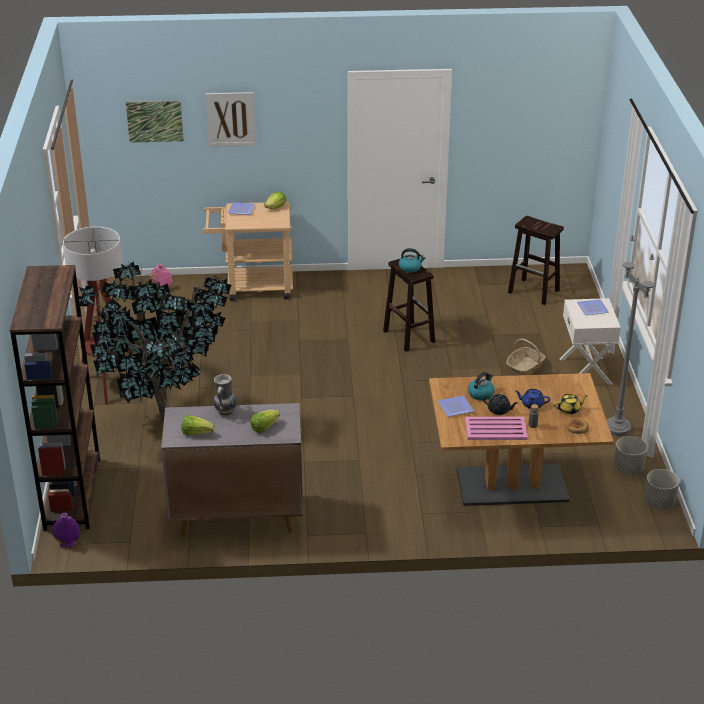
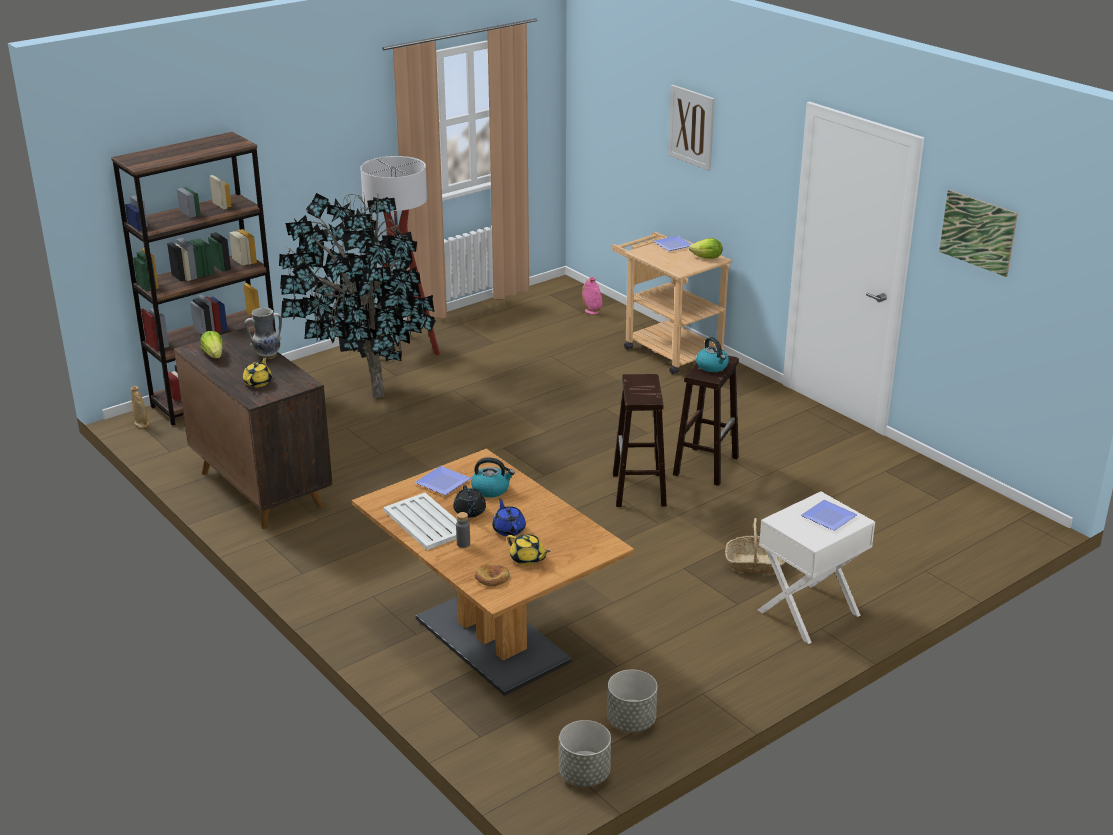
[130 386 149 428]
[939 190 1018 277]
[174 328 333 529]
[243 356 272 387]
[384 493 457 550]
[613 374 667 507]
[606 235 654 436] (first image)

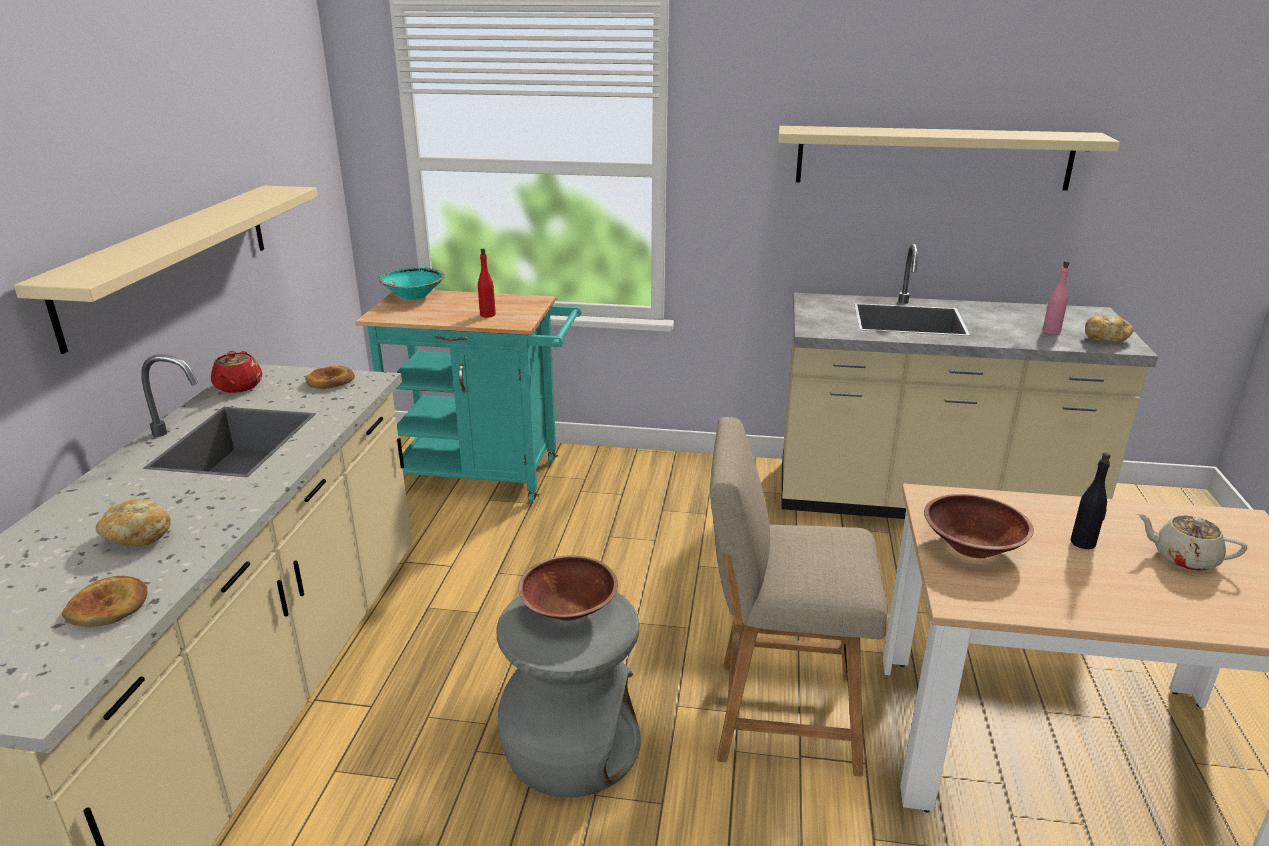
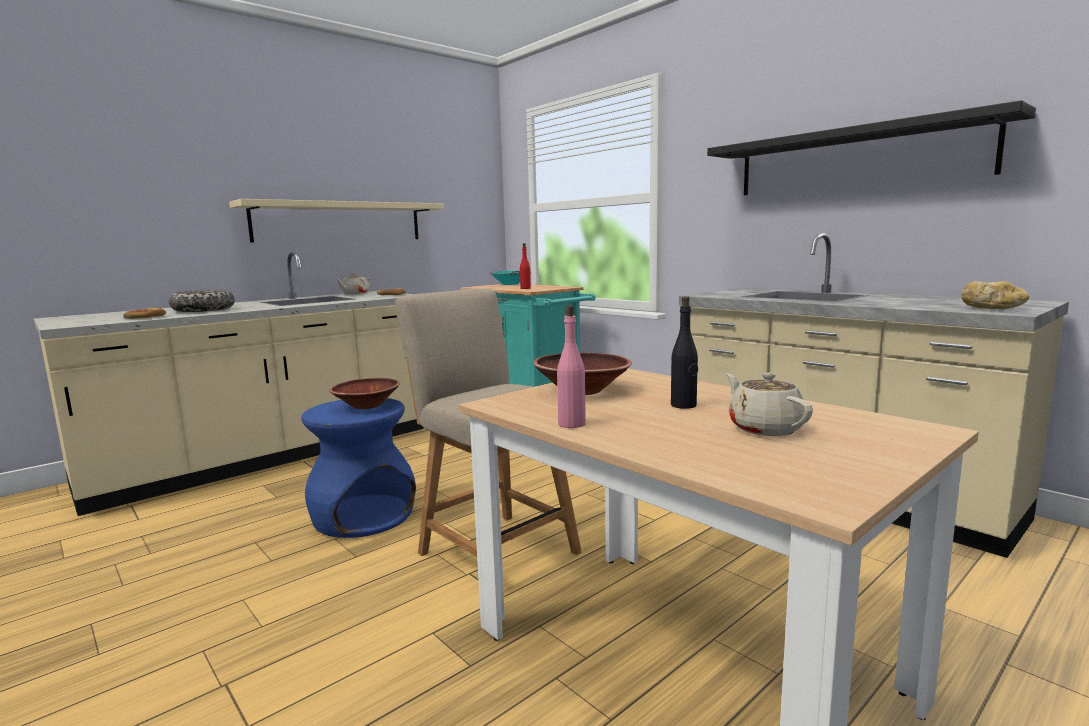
[169 290 235 312]
[336 273 371 294]
[301 398 416 538]
[707 100 1036 195]
[557 305 586 428]

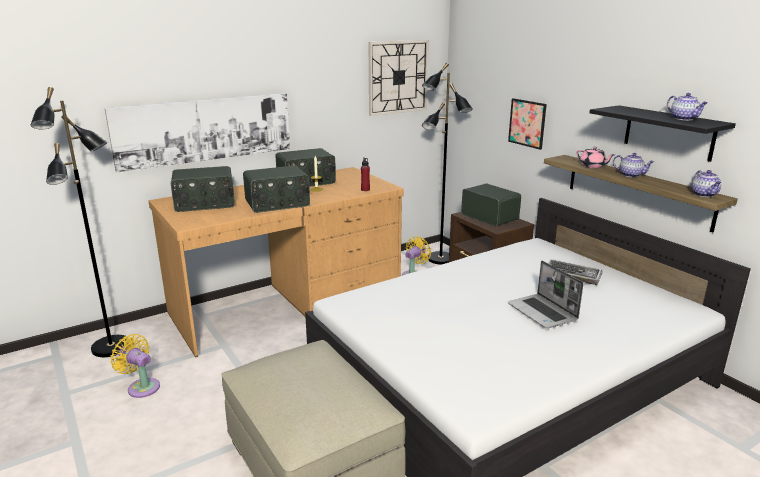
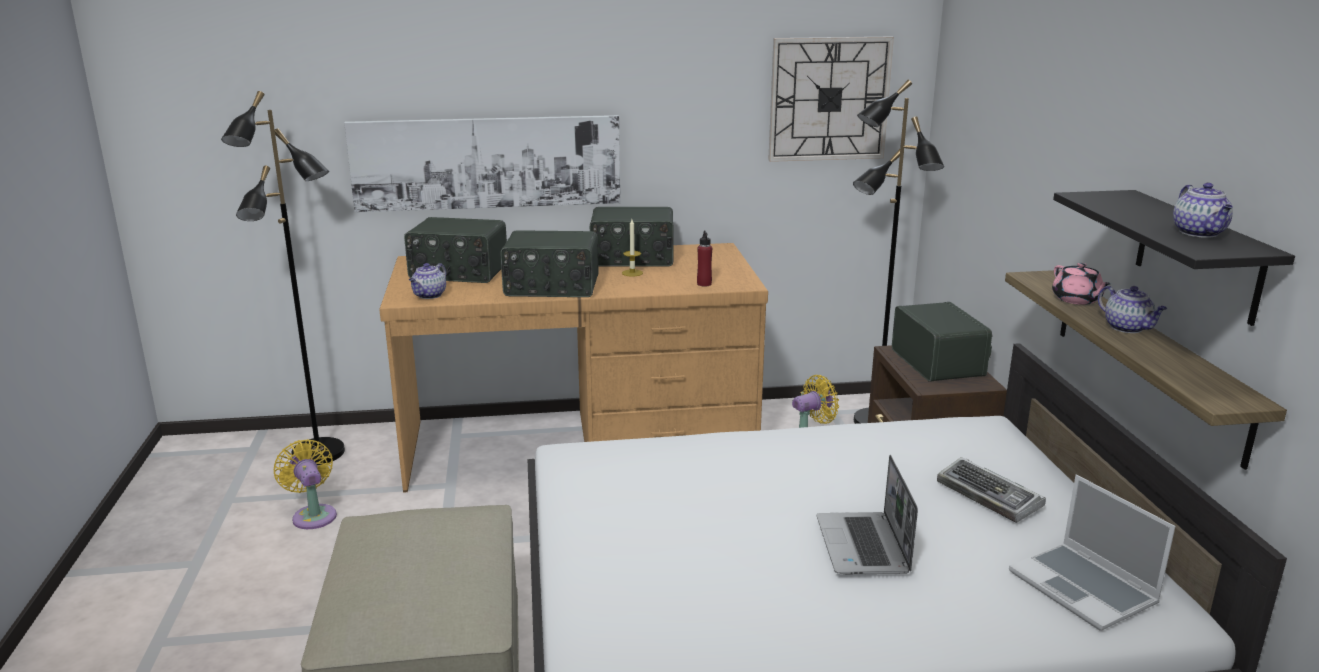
[508 98 547 150] (first image)
[409 263 446 299]
[1009 475 1176 631]

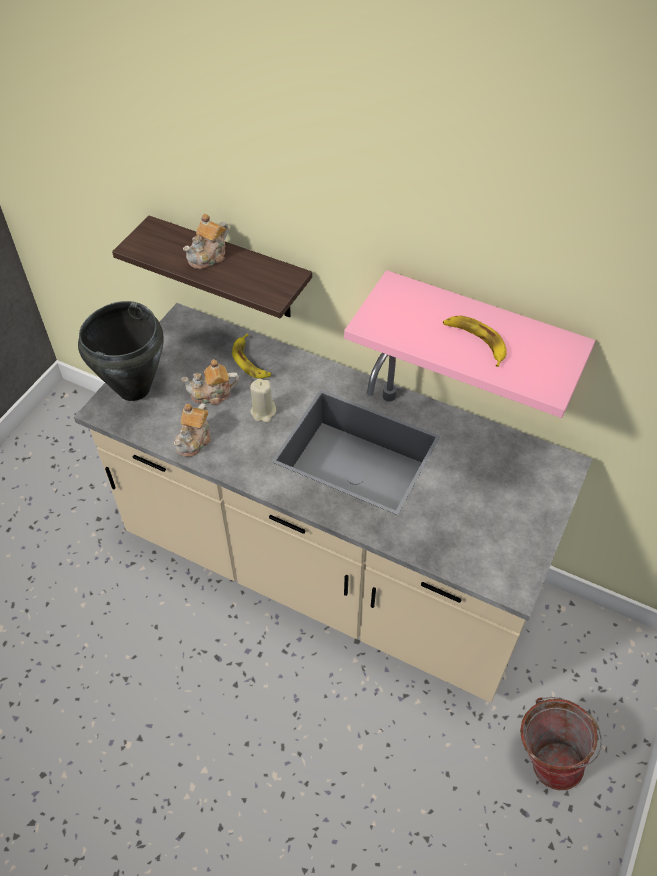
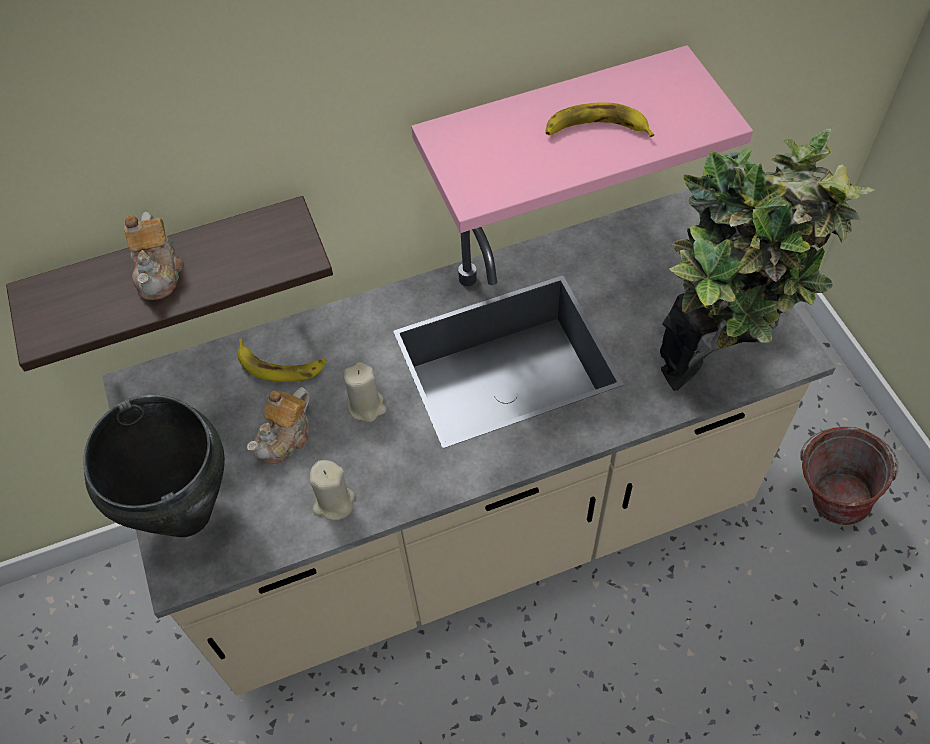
[310 460 355 520]
[660 129 874 391]

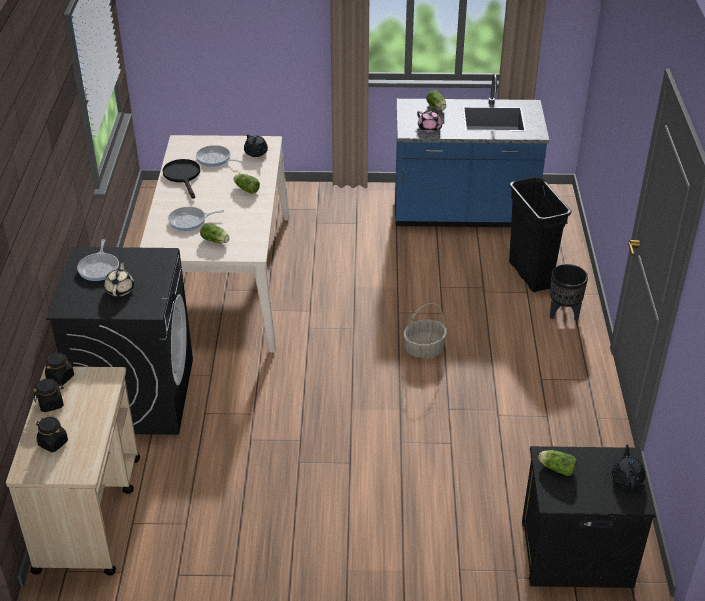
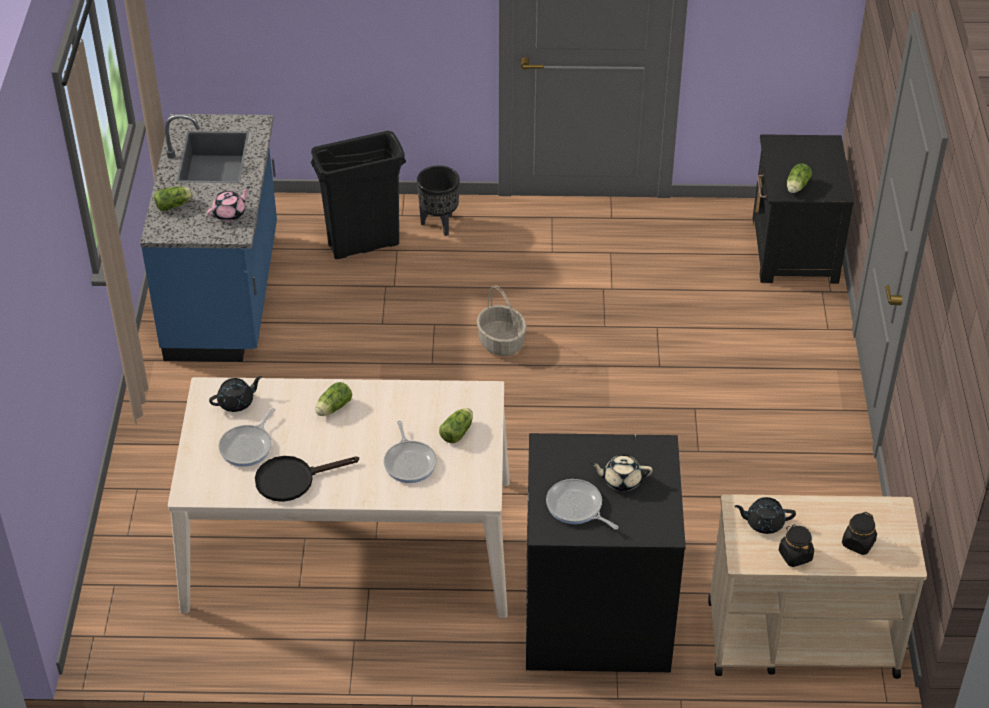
[45 352 74 386] (first image)
[546 479 619 530]
[735 497 796 534]

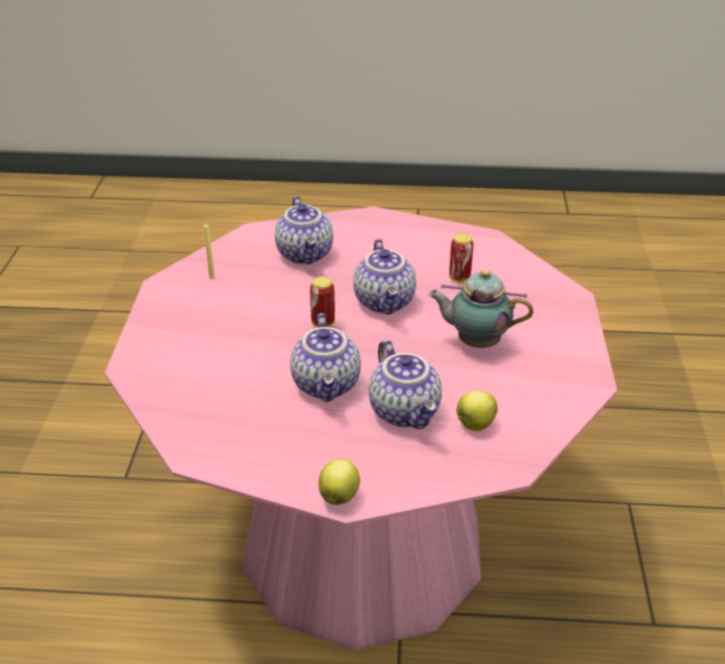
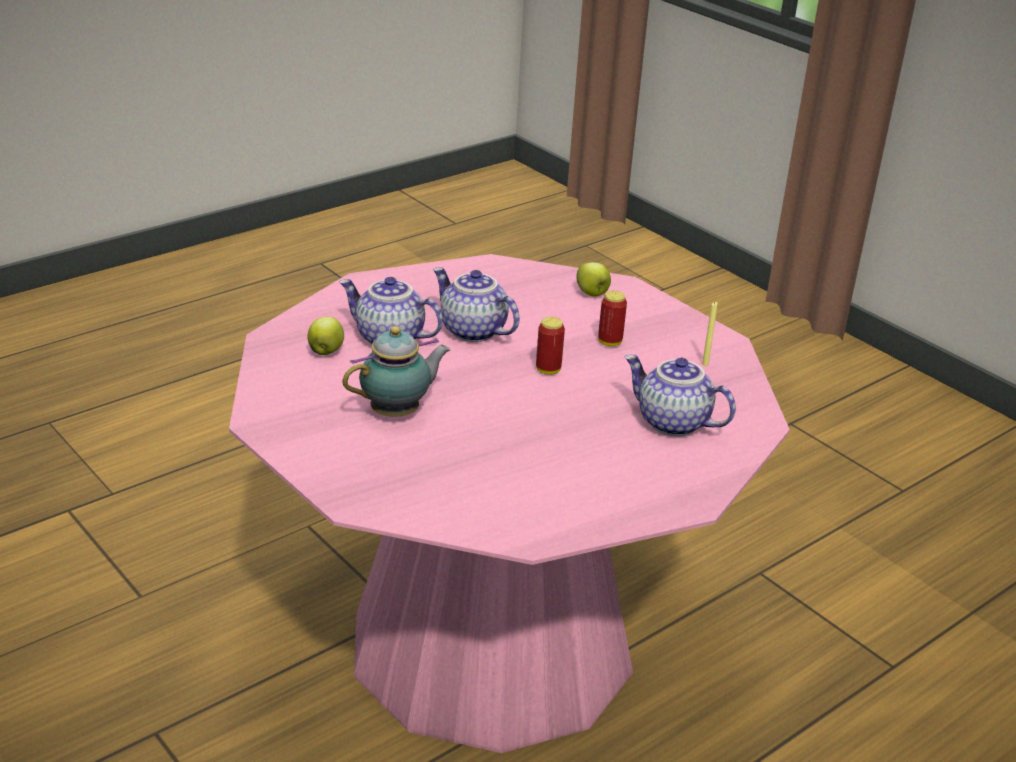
[576 262 611 297]
[353 239 416 314] (first image)
[598 291 627 346]

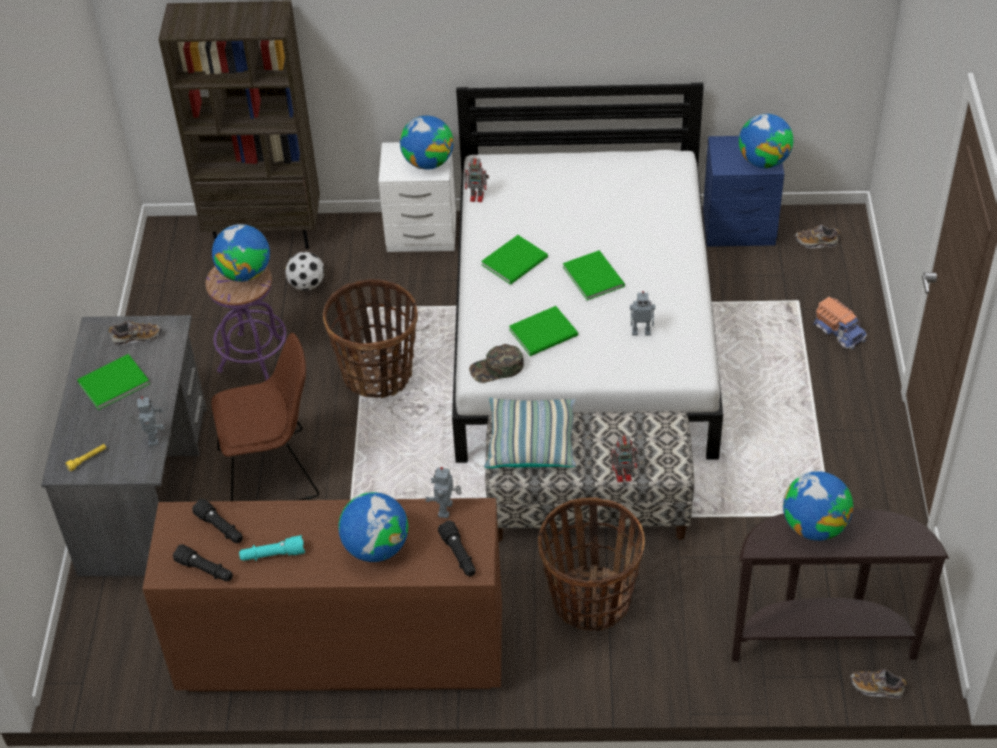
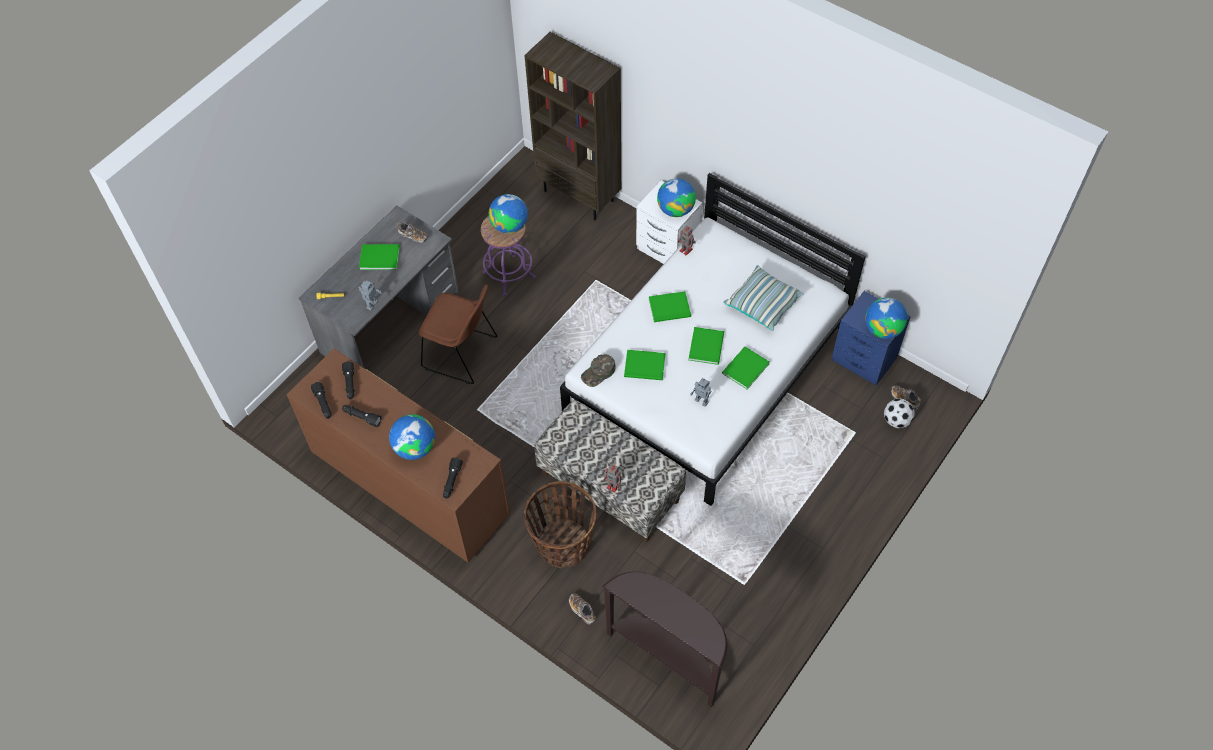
[342 405 382 427]
[884 399 915 428]
[323 279 418 398] (first image)
[425 467 462 518] (first image)
[581 354 616 387]
[723 265 804 331]
[783 471 853 541] (first image)
[813 297 867 350] (first image)
[569 593 596 625]
[722 347 769 390]

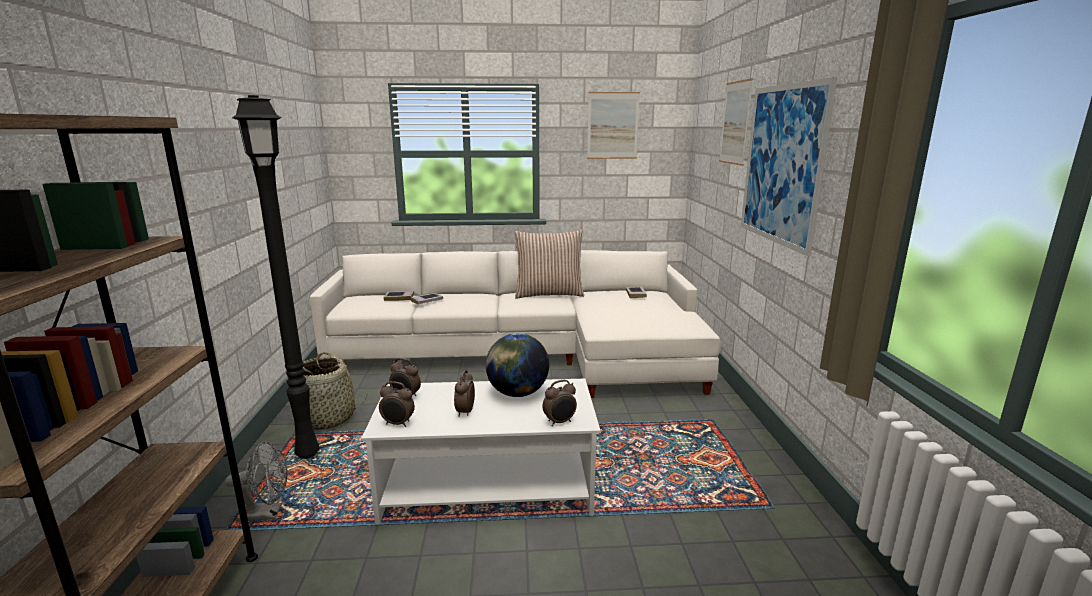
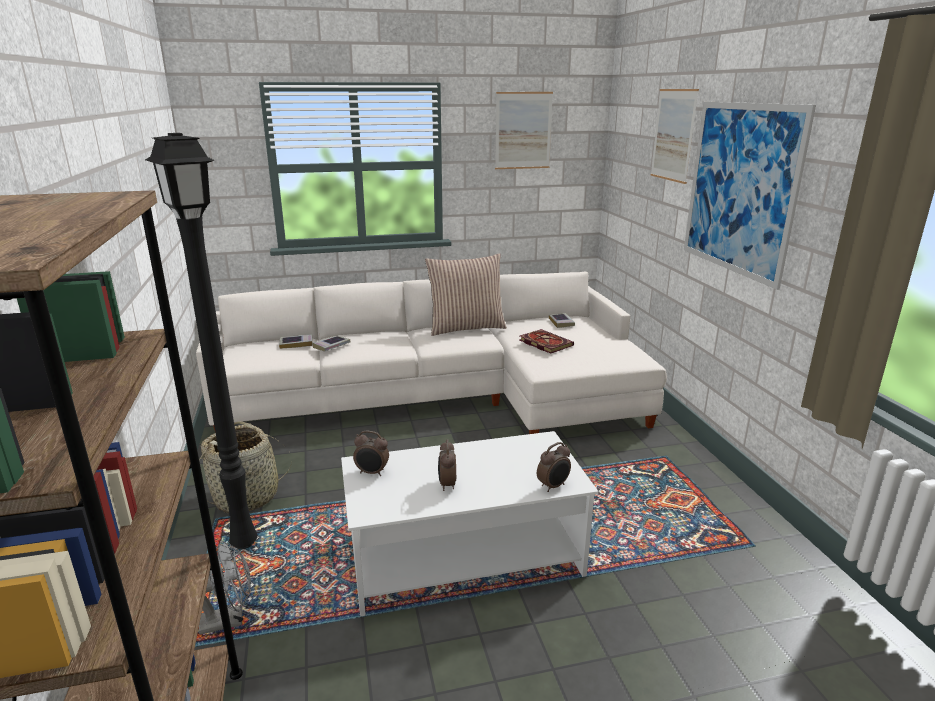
[379 381 415 427] (first image)
[486 333 549 397] (first image)
[519 329 574 354]

